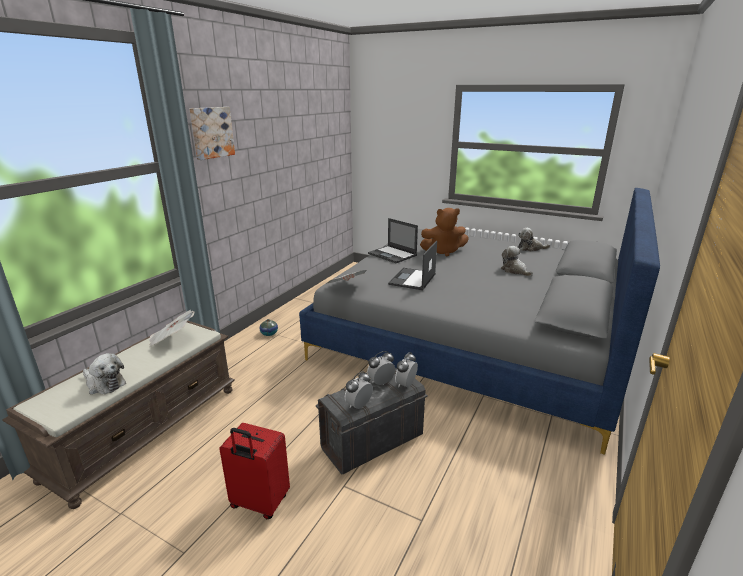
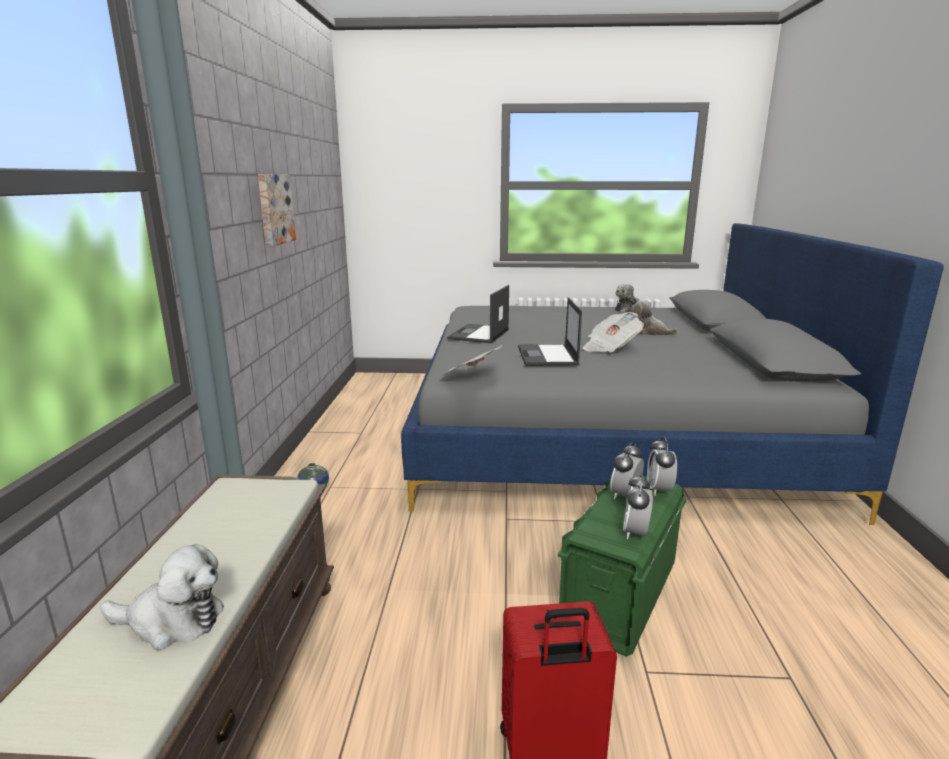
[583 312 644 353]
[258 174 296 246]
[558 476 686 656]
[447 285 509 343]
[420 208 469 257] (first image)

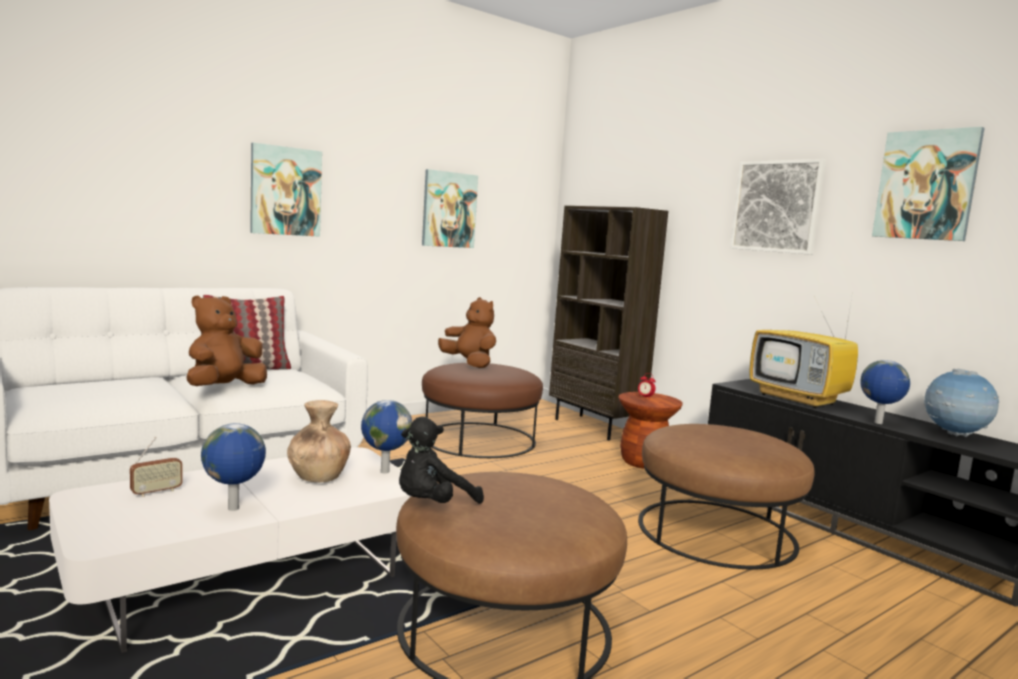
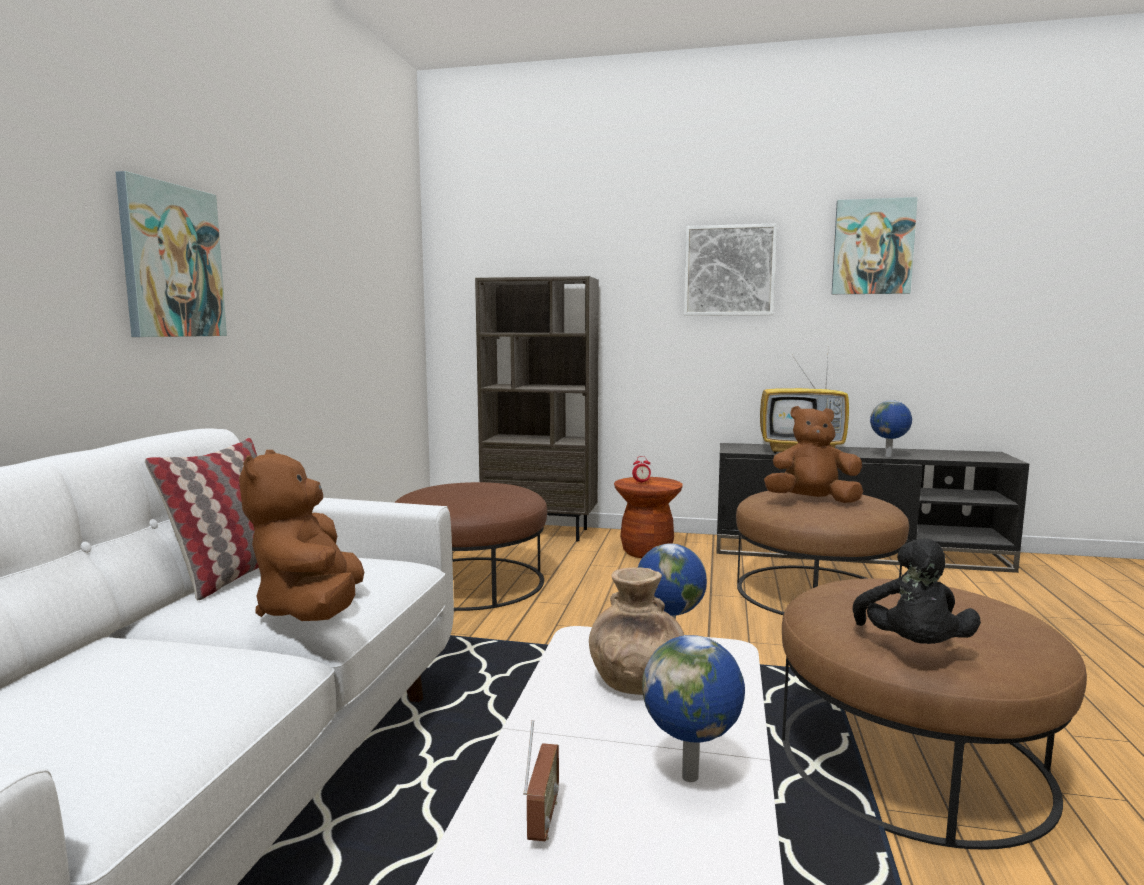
[422 169 478 248] (first image)
[764 406 863 503]
[924 369 999 437] (first image)

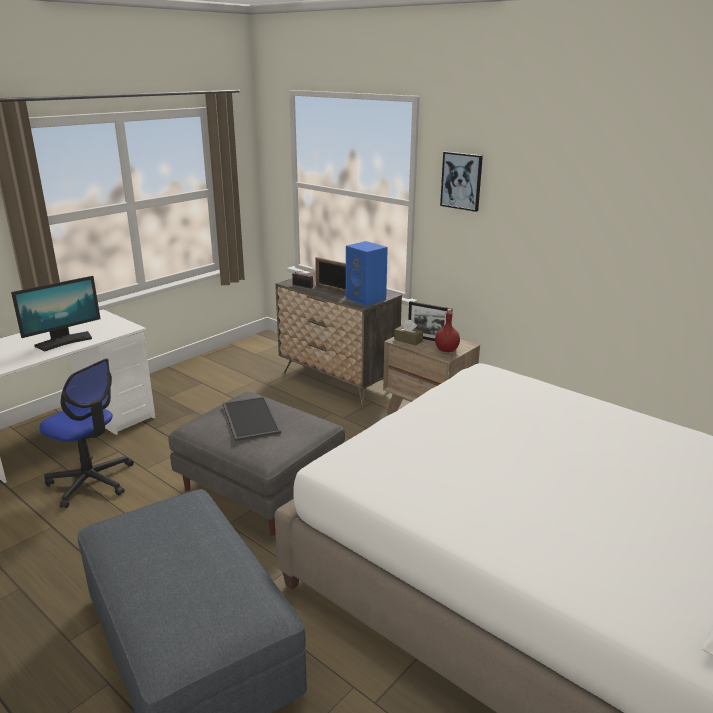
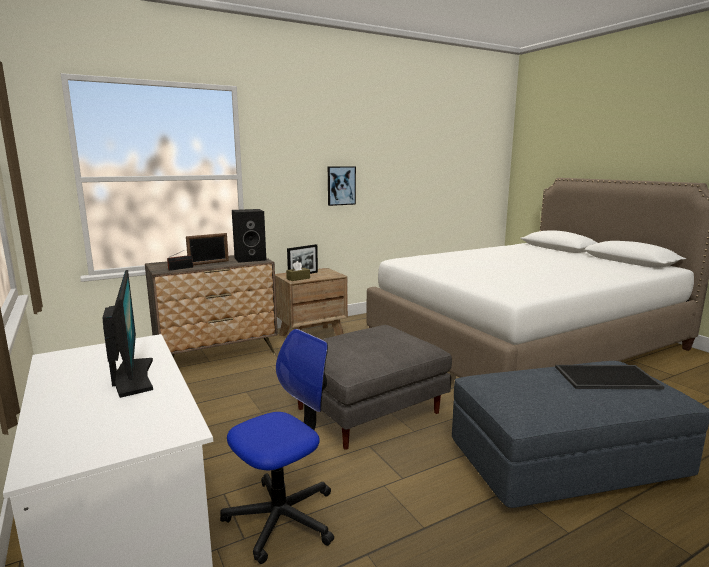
[555 365 665 389]
[232 209 266 263]
[435 309 460 352] (first image)
[328 166 356 206]

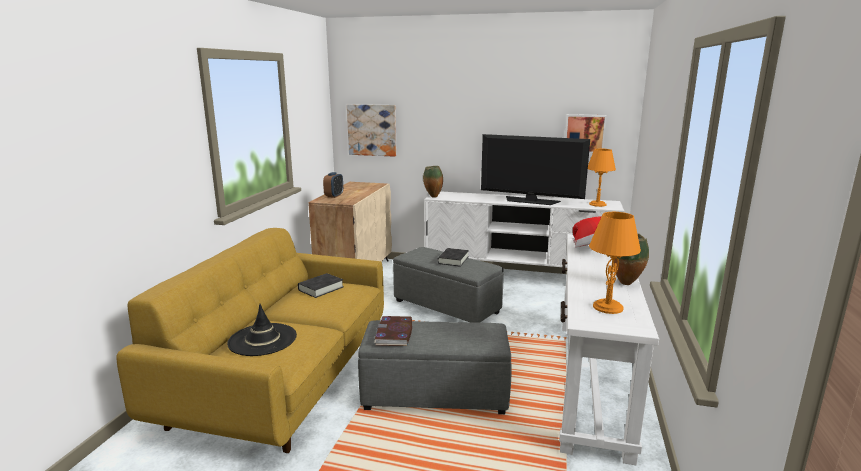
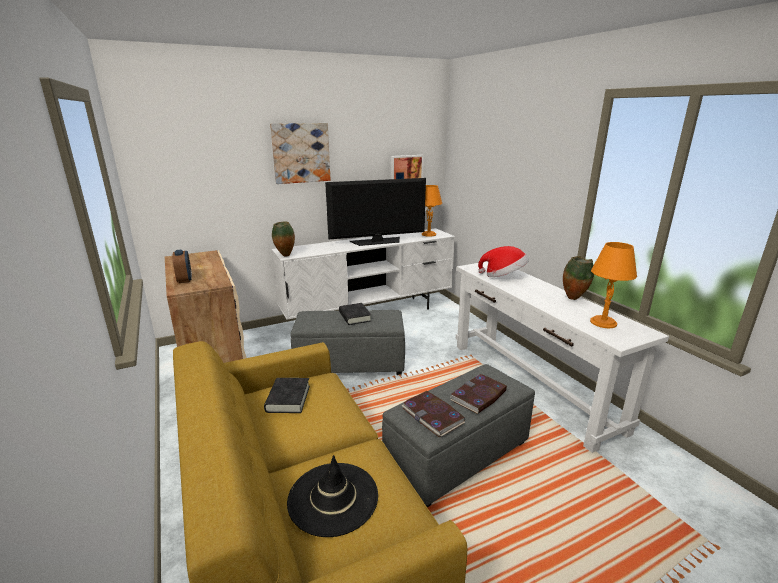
[270 123 331 184]
[450 374 507 414]

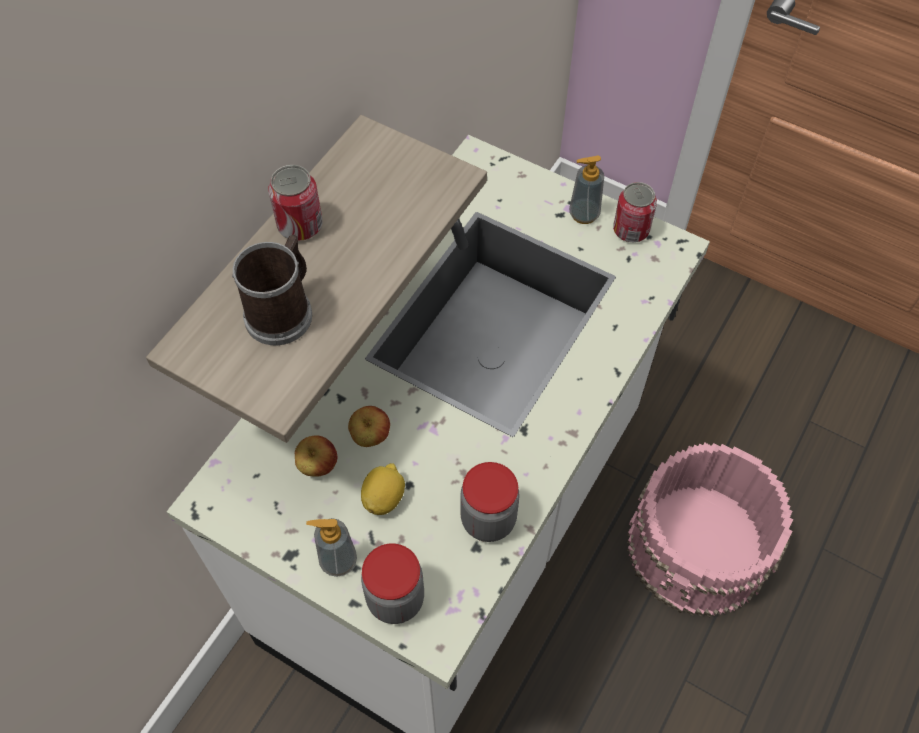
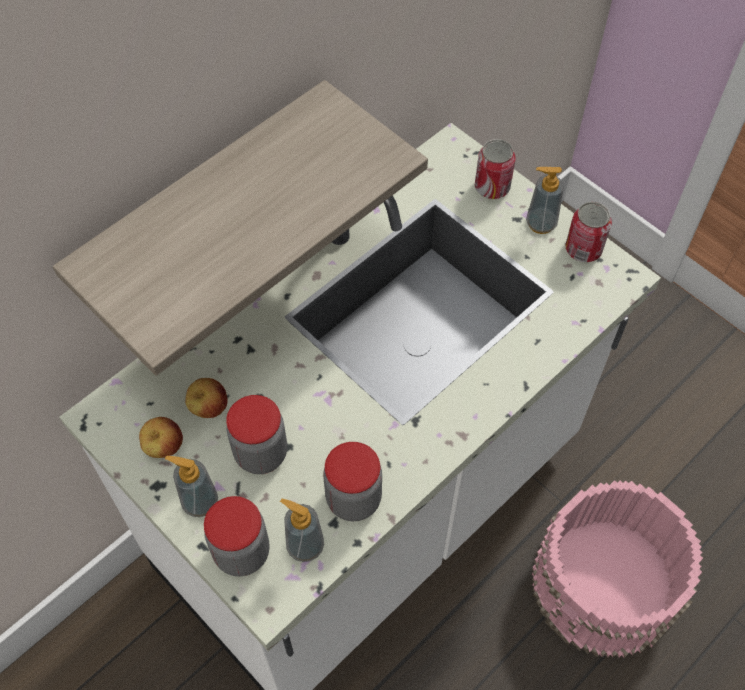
[232 234 312 345] (first image)
[475 139 516 199]
[139 417 183 458]
[226 395 287 474]
[280 498 324 562]

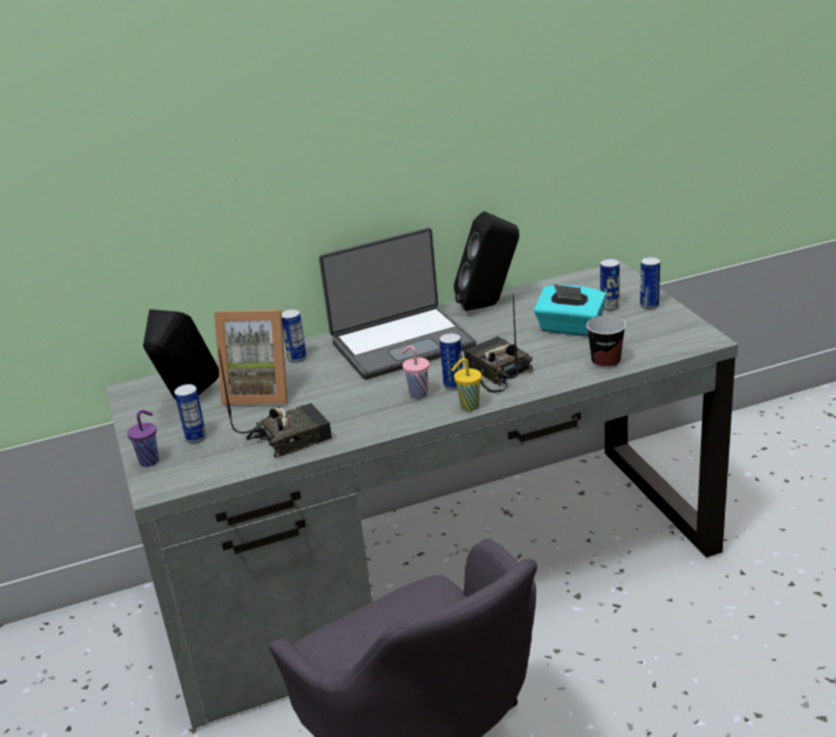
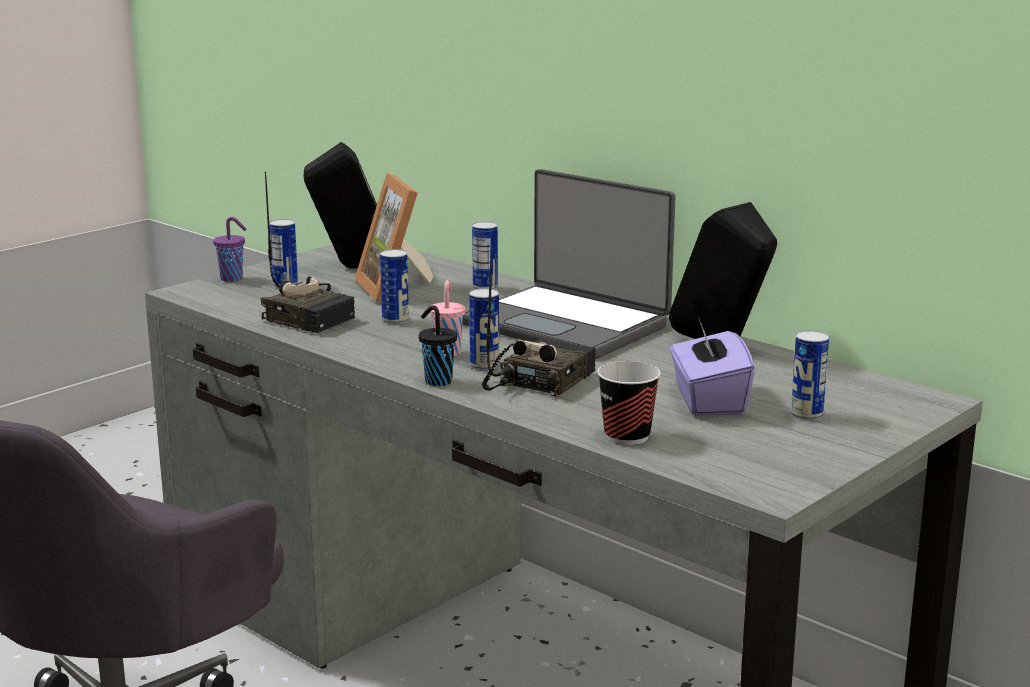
[419 305 457 386]
[670 319 755 416]
[380 249 409 324]

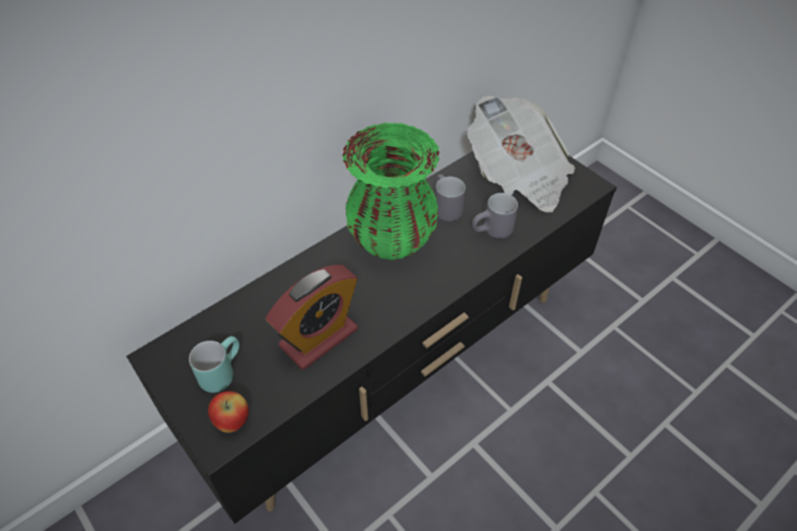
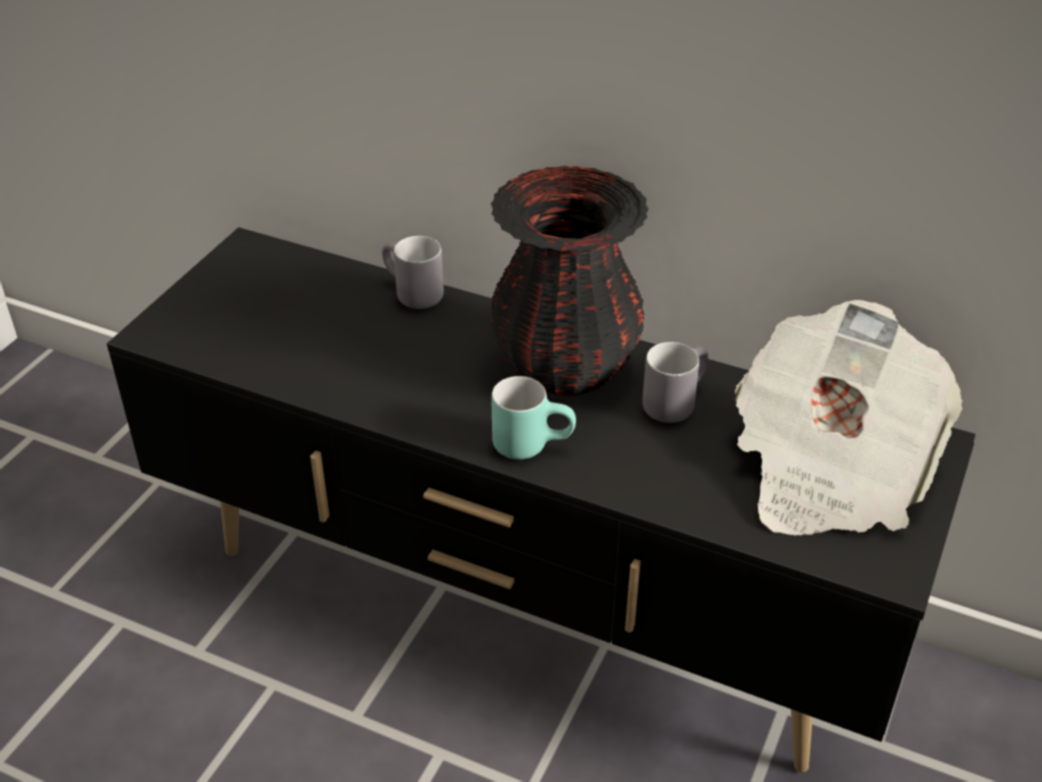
[491 376 576 460]
[208 391 249 433] (first image)
[266 265 358 370] (first image)
[491 166 649 396]
[382 236 444 309]

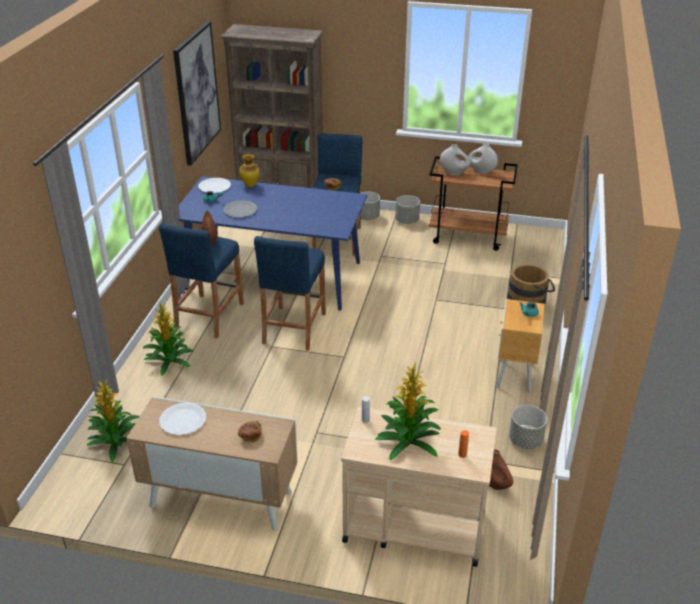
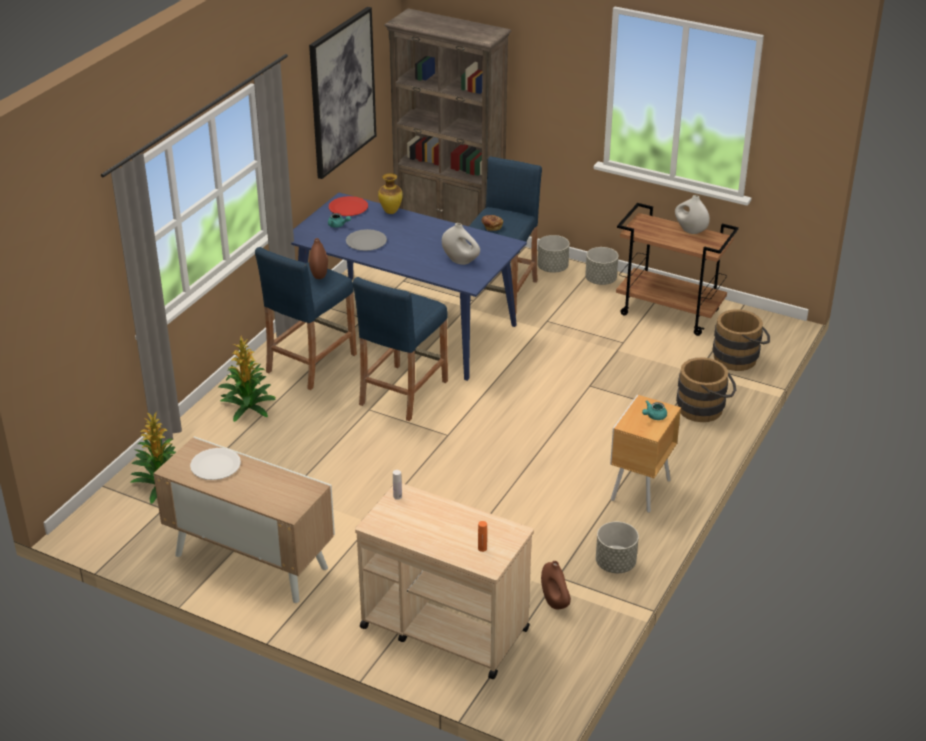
[329 196 368 216]
[238 421 262 442] (first image)
[375 362 441 460] (first image)
[442 223 480 265]
[713 310 770 371]

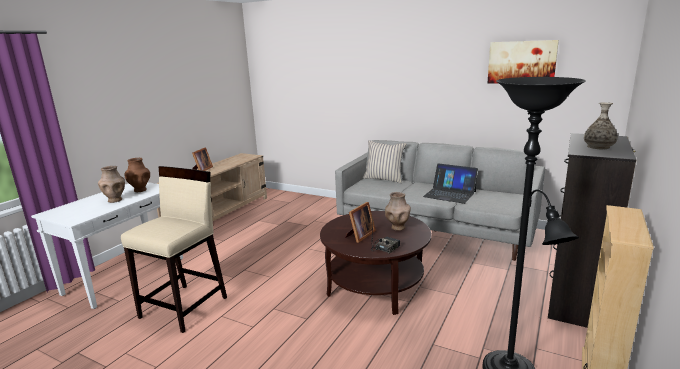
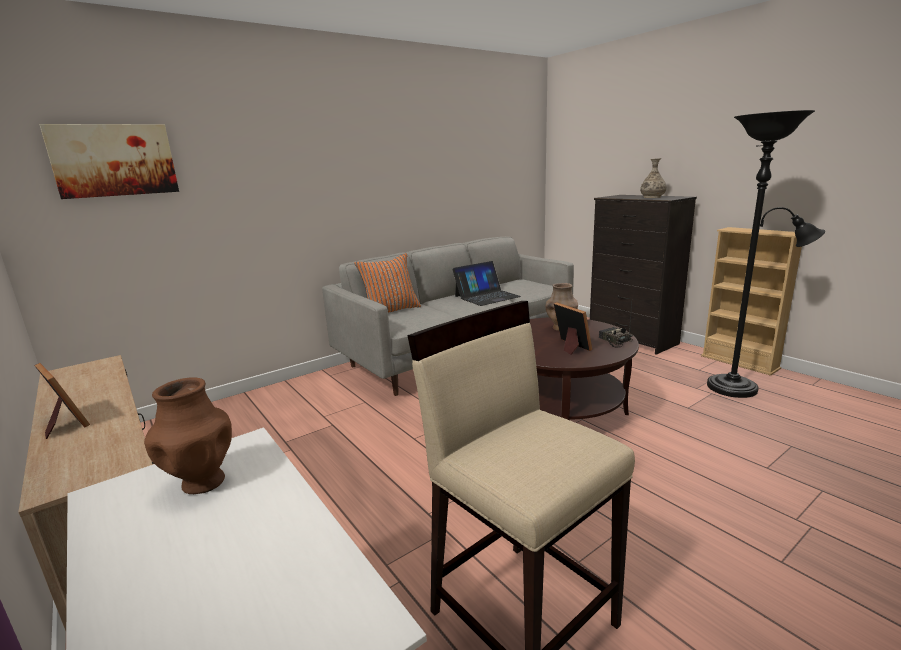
[98 166 125 203] (first image)
[354 253 421 313]
[39 124 179 199]

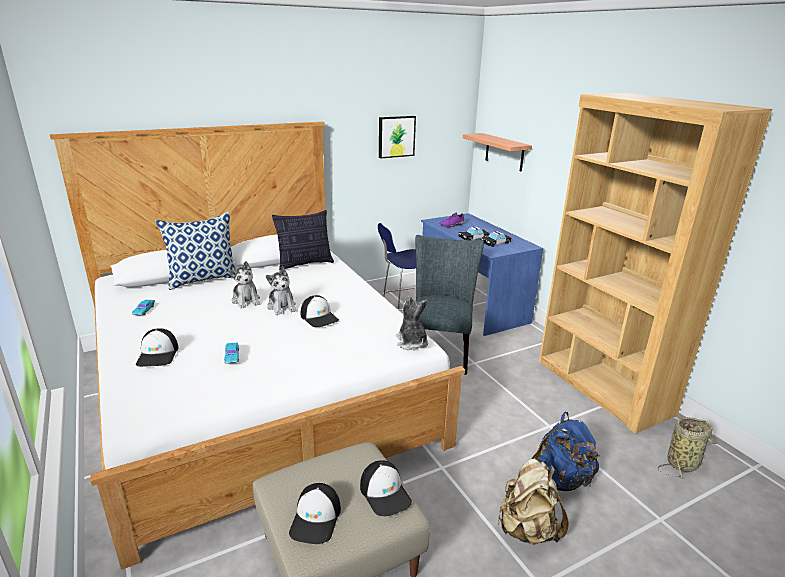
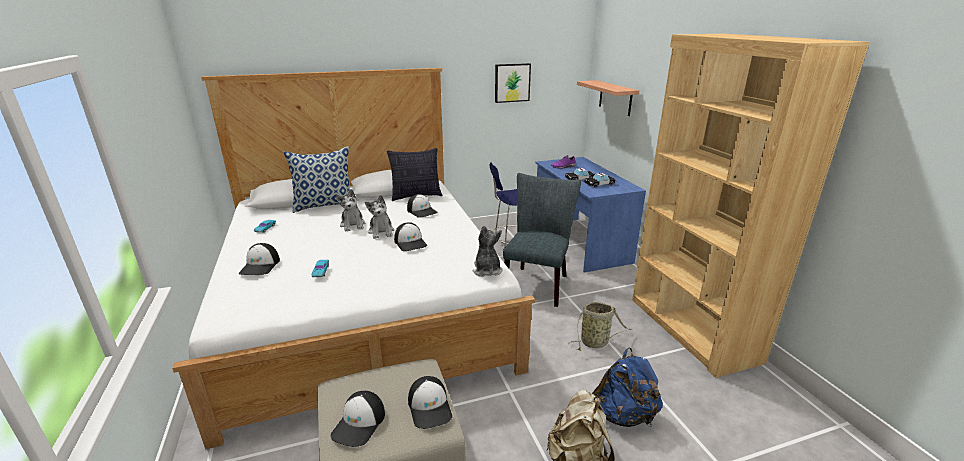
[568 302 633 351]
[407 194 438 218]

